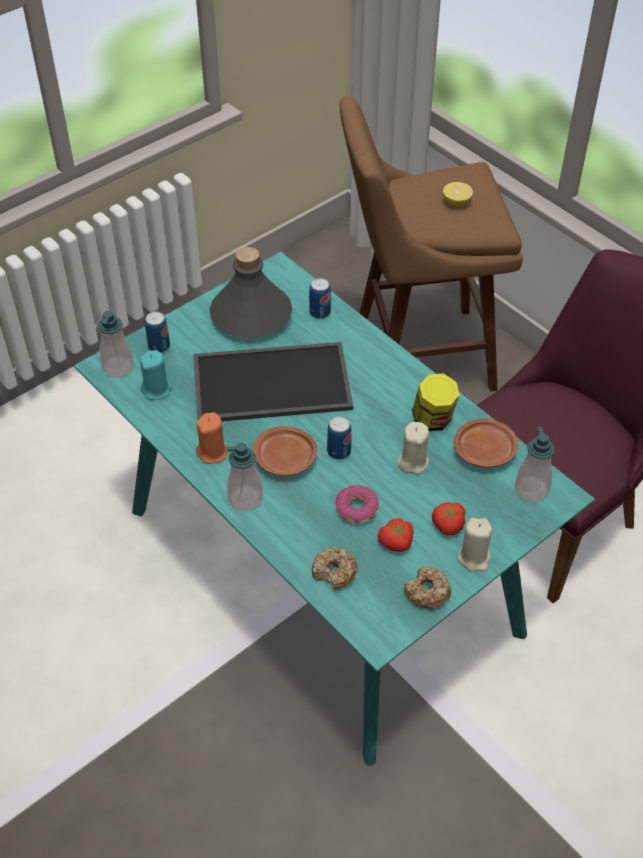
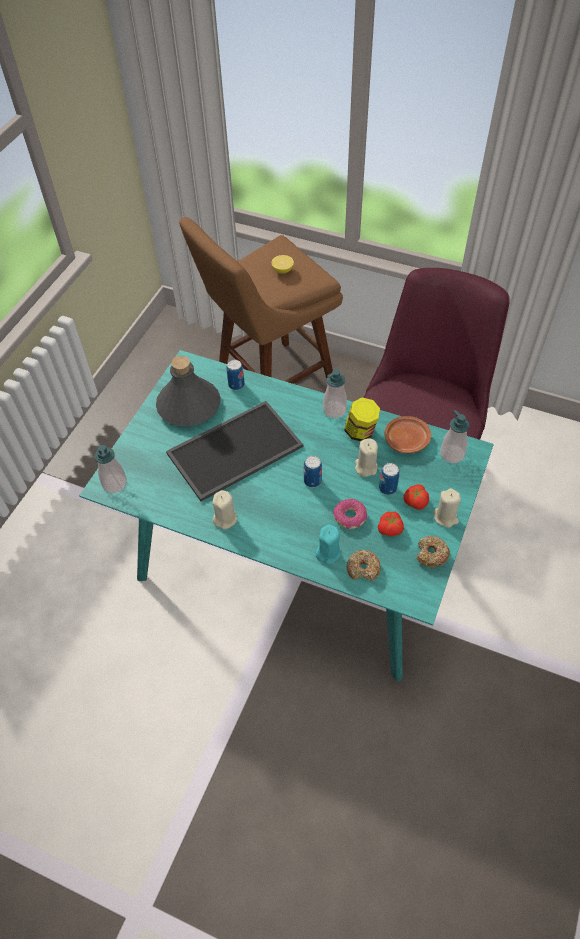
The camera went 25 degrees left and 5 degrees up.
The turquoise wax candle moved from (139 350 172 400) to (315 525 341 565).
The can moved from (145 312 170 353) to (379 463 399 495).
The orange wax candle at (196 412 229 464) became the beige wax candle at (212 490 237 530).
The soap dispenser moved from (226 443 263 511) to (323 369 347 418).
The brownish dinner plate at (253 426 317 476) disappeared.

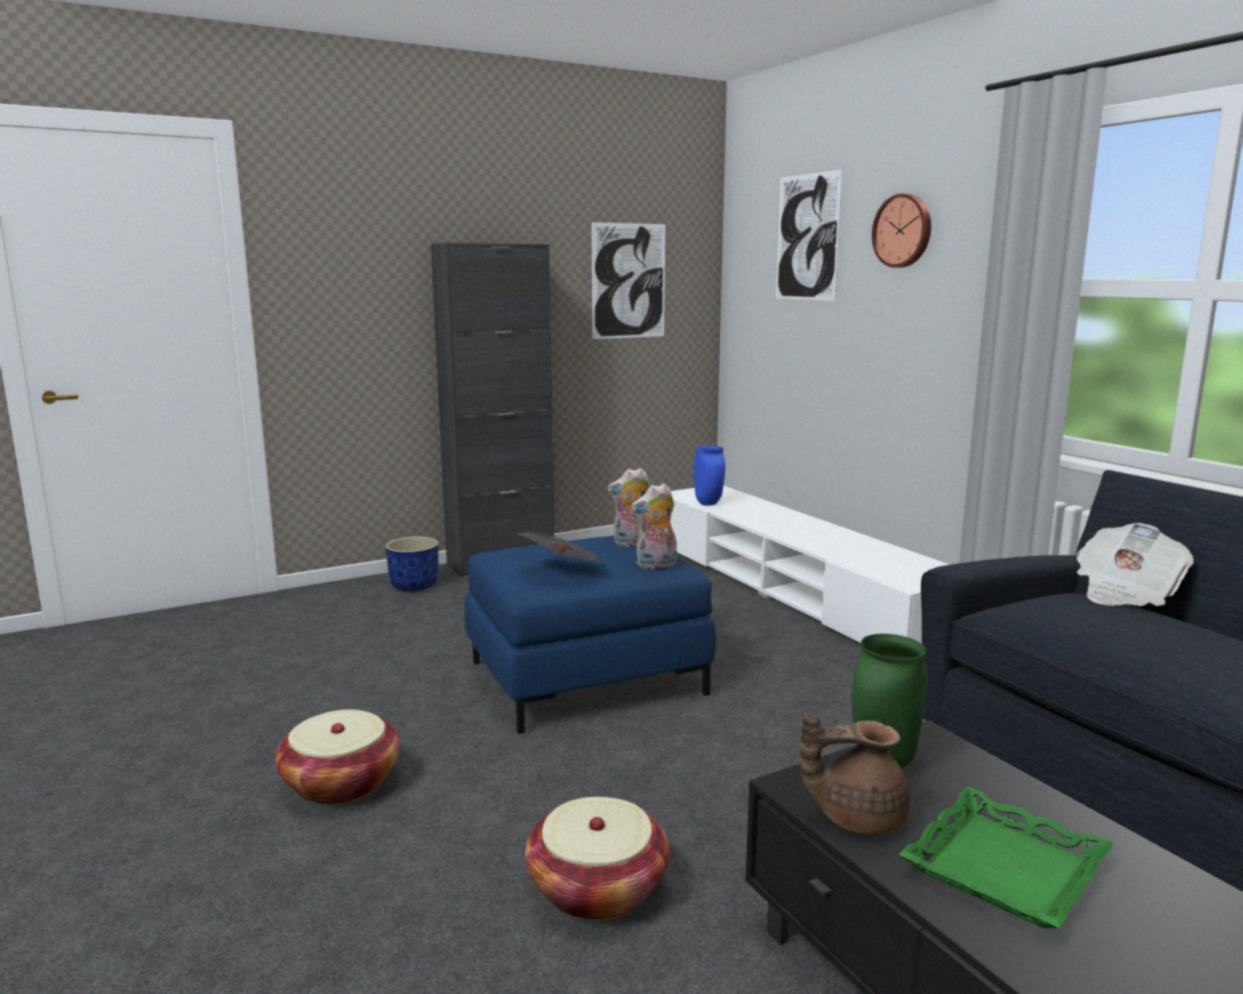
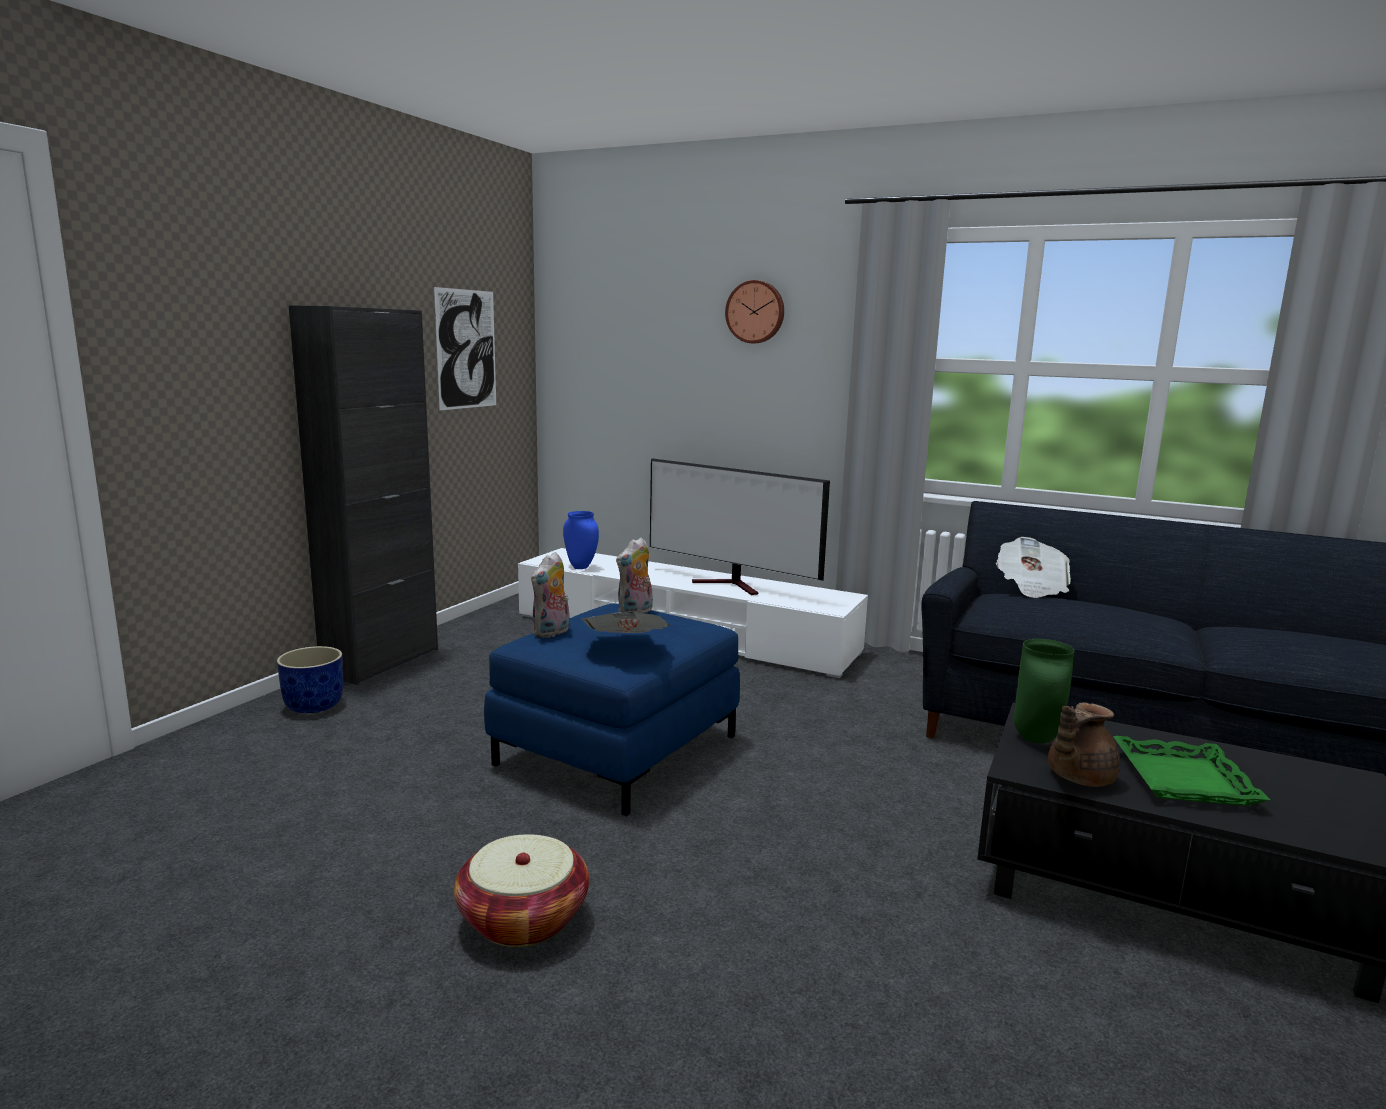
The camera went 35 degrees left and 0 degrees up.
The storage basket at (525 797 669 921) disappeared.
The cuddly toy moved from (631 483 677 569) to (531 552 570 638).
The picture at (776 170 842 301) disappeared.
The TV set at (650 458 830 595) appeared.

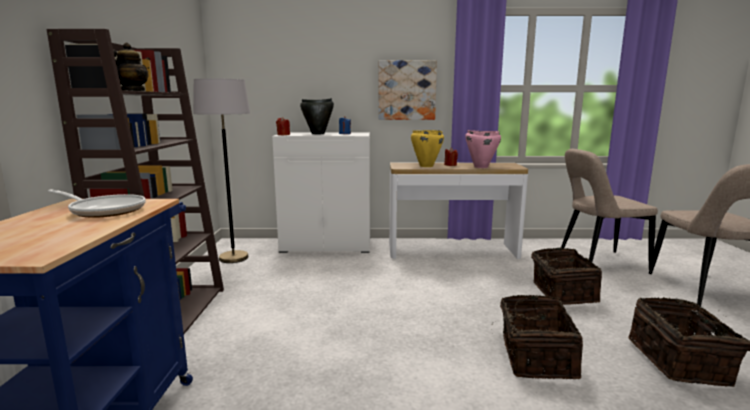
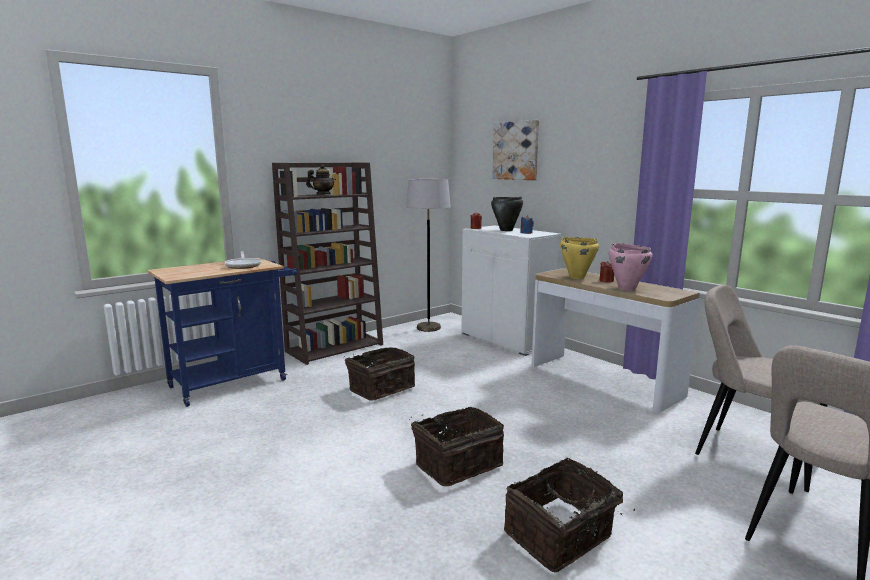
The camera went 50 degrees right and 0 degrees up.
The picture moved from (378 60 437 120) to (492 120 539 180).
The storage basket moved from (531 247 602 305) to (344 347 415 401).

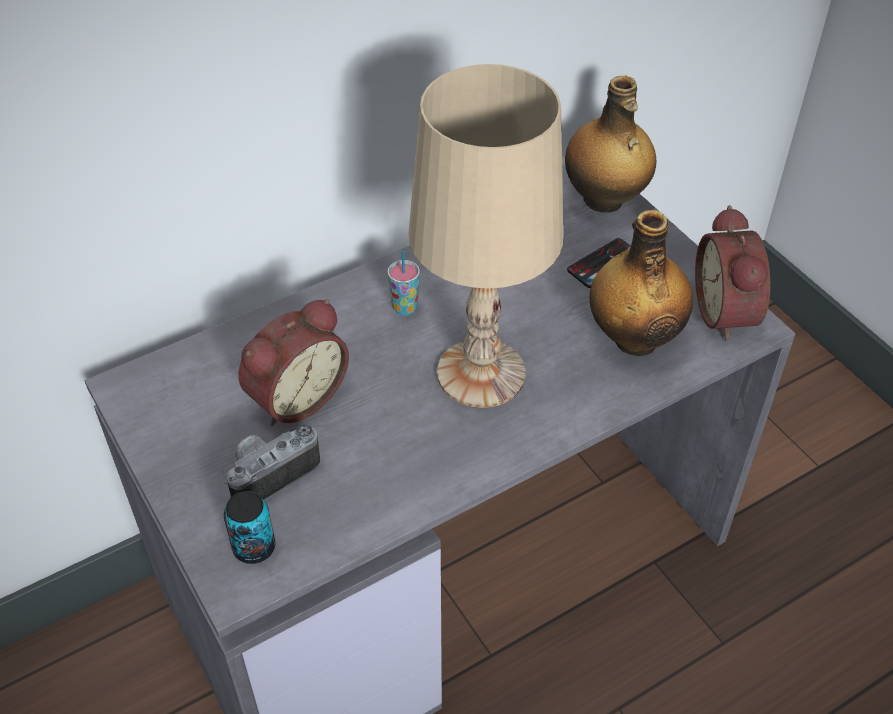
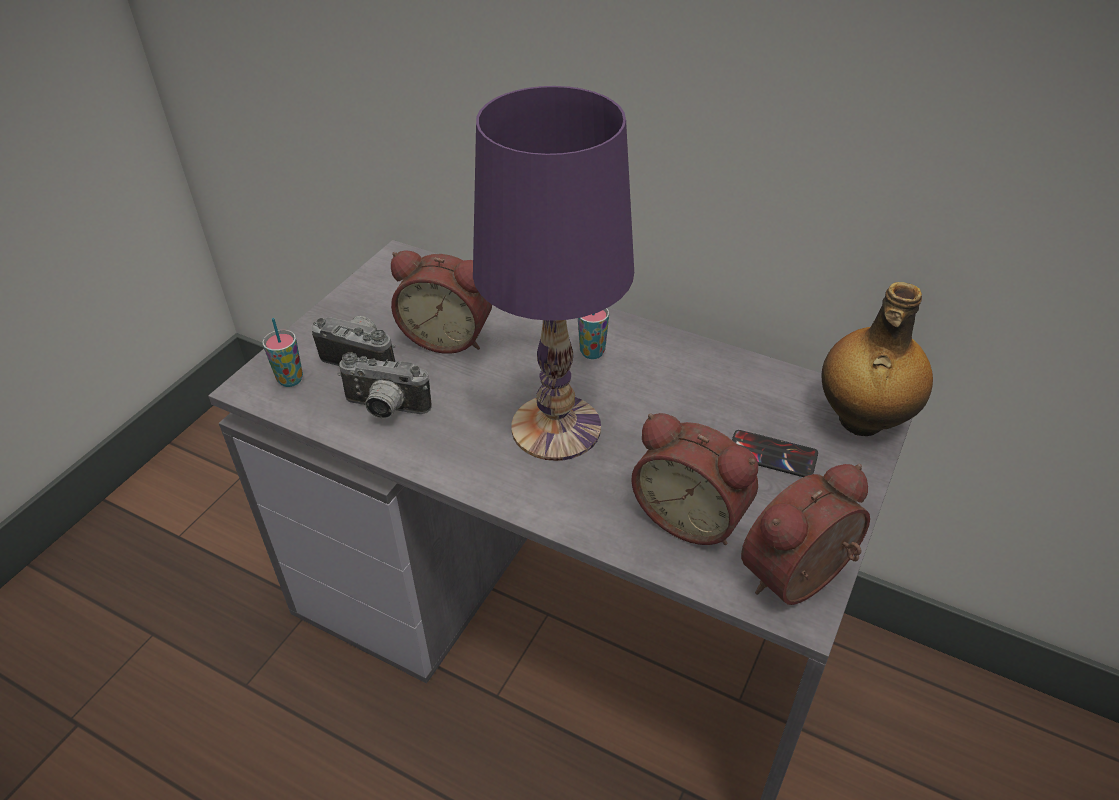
The camera went 60 degrees right and 5 degrees down.
The can at (224 491 275 564) was replaced by the small cup at (262 318 303 387).
The beige tabletop lamp at (408 64 564 408) became the purple-coloured tabletop lamp at (473 86 634 461).
The bottle at (589 210 693 356) was replaced by the bedside clock at (631 413 758 545).
The photo camera at (338 352 432 419) appeared.

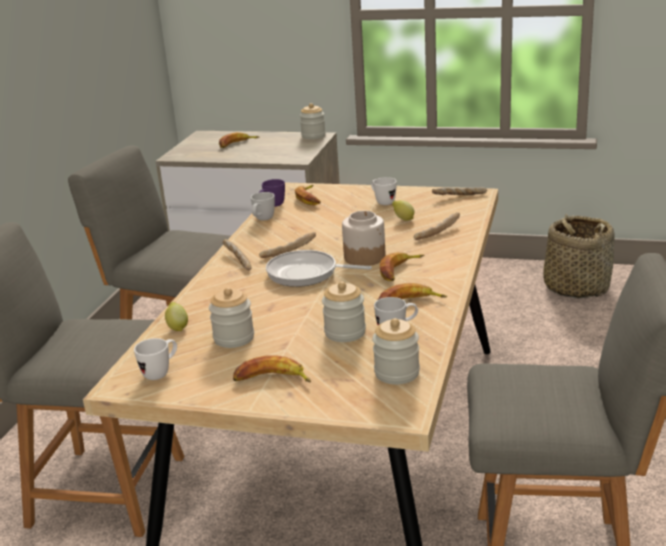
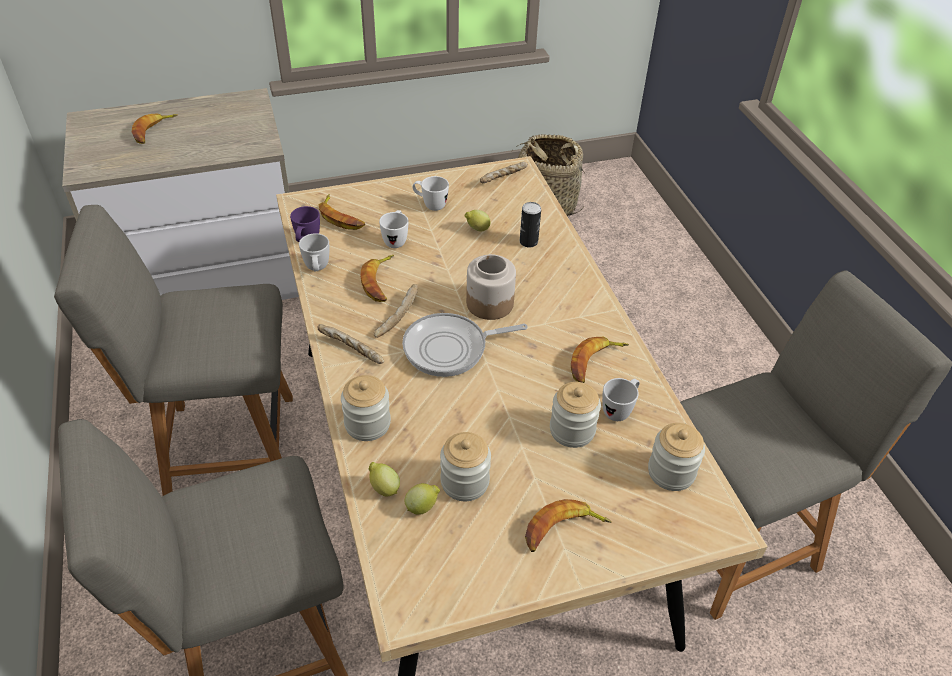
The camera went 35 degrees left and 20 degrees up.
The white-coloured tea mug moved from (134 338 177 380) to (379 210 409 248).
The jar moved from (300 103 326 139) to (341 375 391 441).
The whole banana moved from (380 252 425 281) to (361 255 394 302).
The bakery bread at (413 212 460 240) was replaced by the can at (520 202 541 247).
The lemon at (405 483 440 515) appeared.

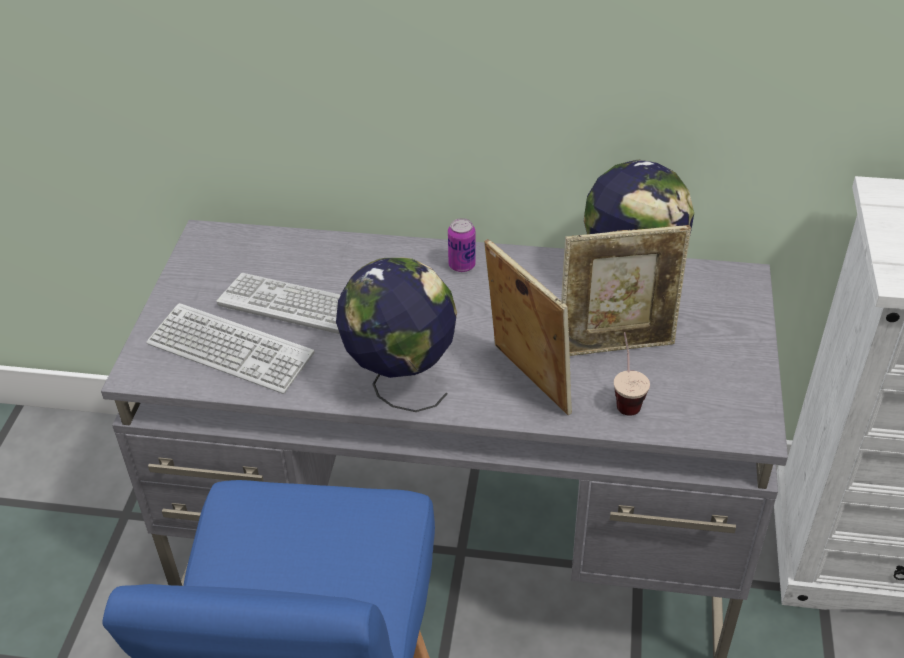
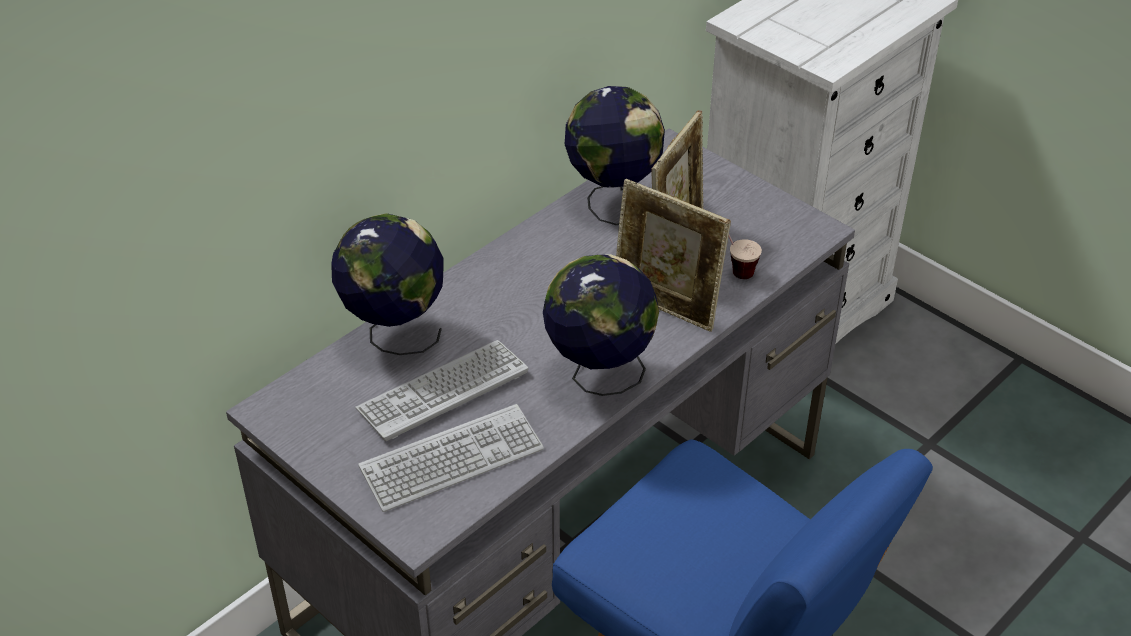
The camera went 55 degrees left and 0 degrees up.
The can at (448 218 476 272) disappeared.
The picture frame at (484 239 572 415) turned 150 degrees counterclockwise.
The world globe at (331 213 444 355) appeared.

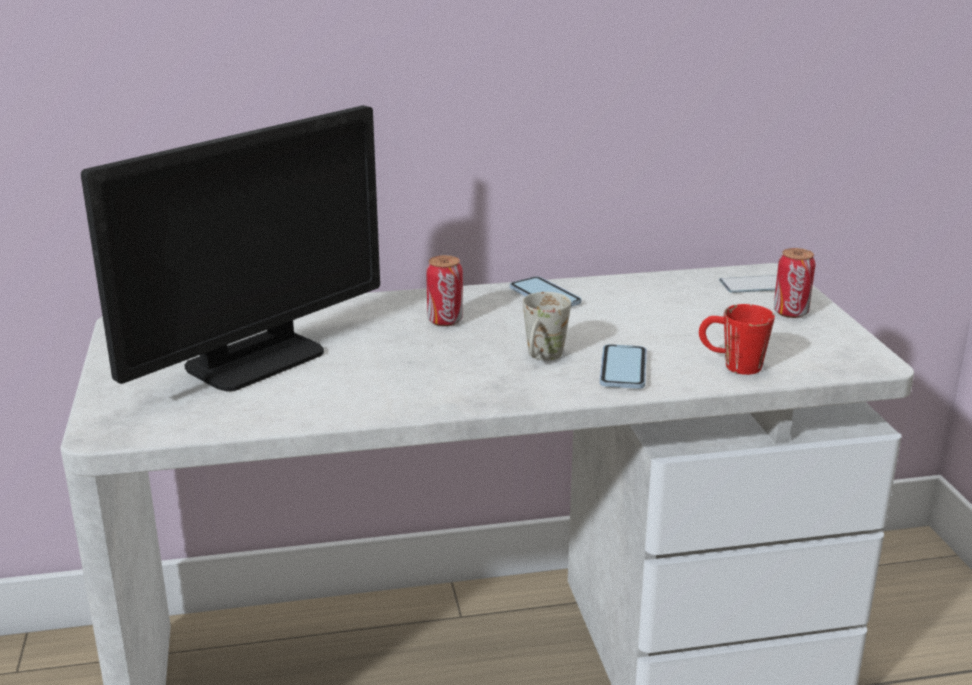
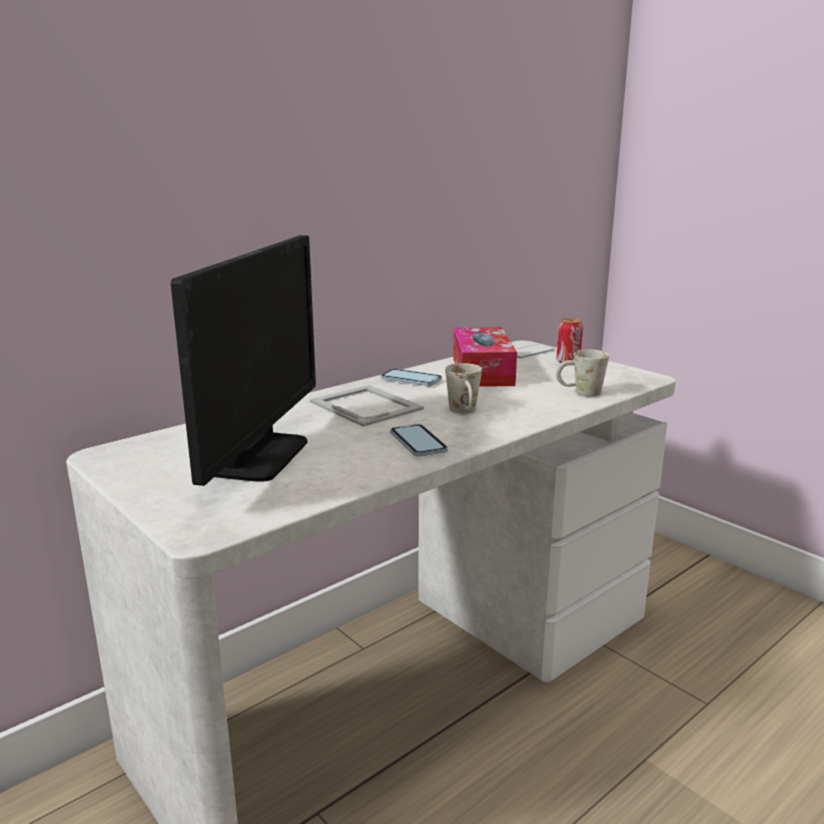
The camera went 30 degrees left and 5 degrees down.
The can at (426 255 463 326) was replaced by the picture frame at (310 385 424 427).
The telephone moved from (600 344 646 389) to (390 424 448 456).
The reddish tea mug at (699 304 775 375) became the white-coloured tea mug at (556 349 609 397).
The tissue holder at (453 327 517 387) appeared.

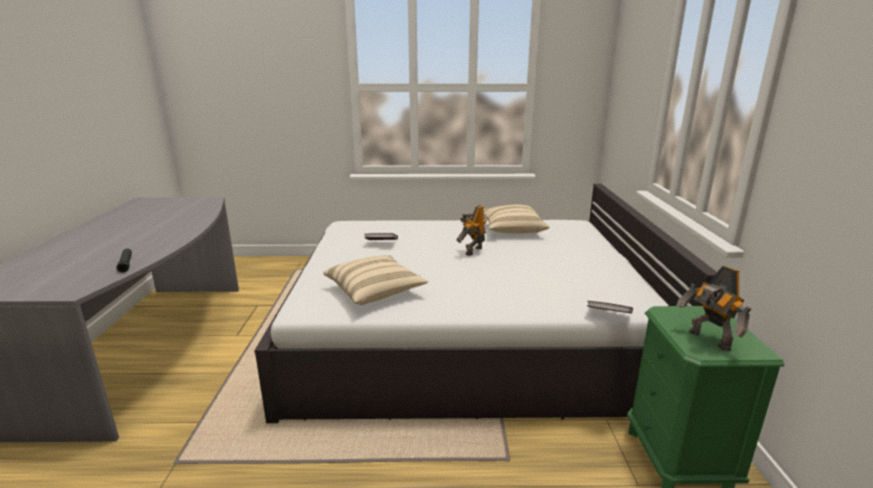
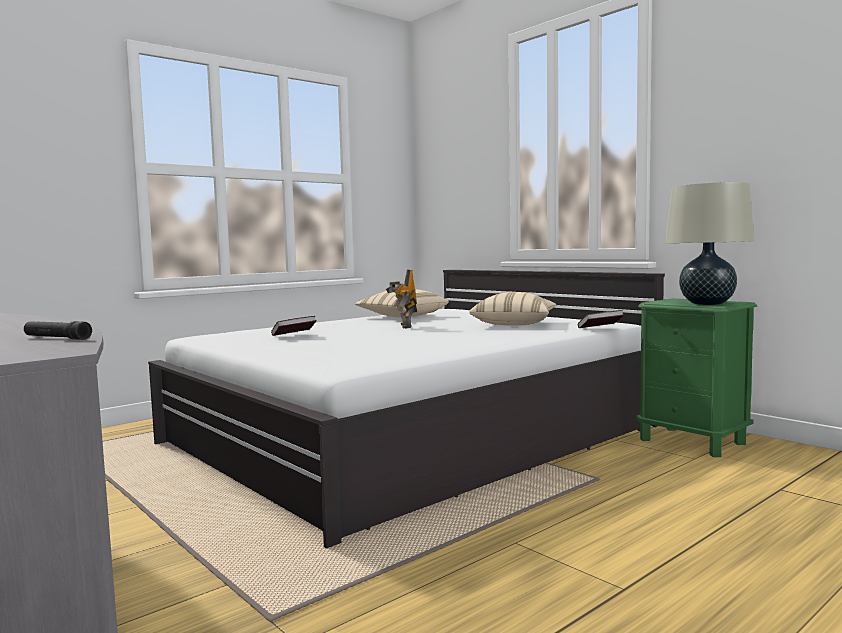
The camera went 40 degrees left and 15 degrees down.
The beige pillow moved from (323 256 428 305) to (469 292 557 326).
The toy robot at (676 266 751 351) was replaced by the beige tabletop lamp at (665 182 754 305).

